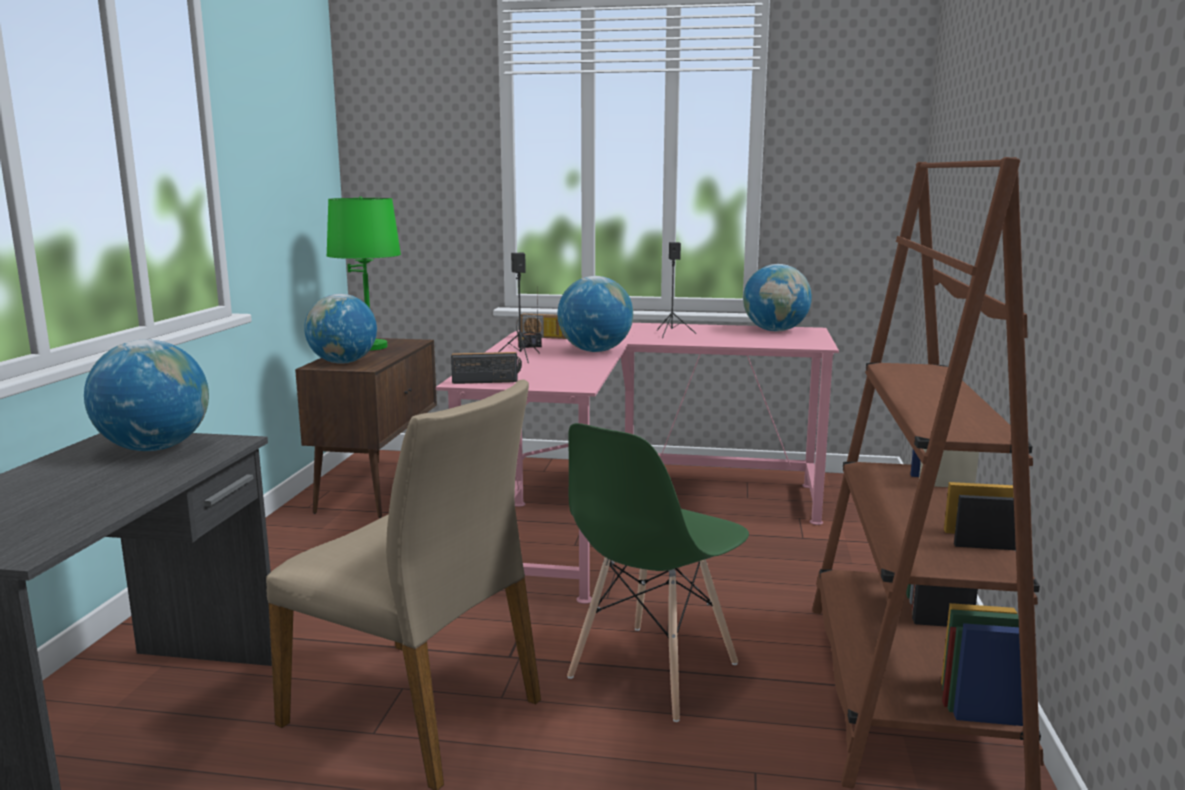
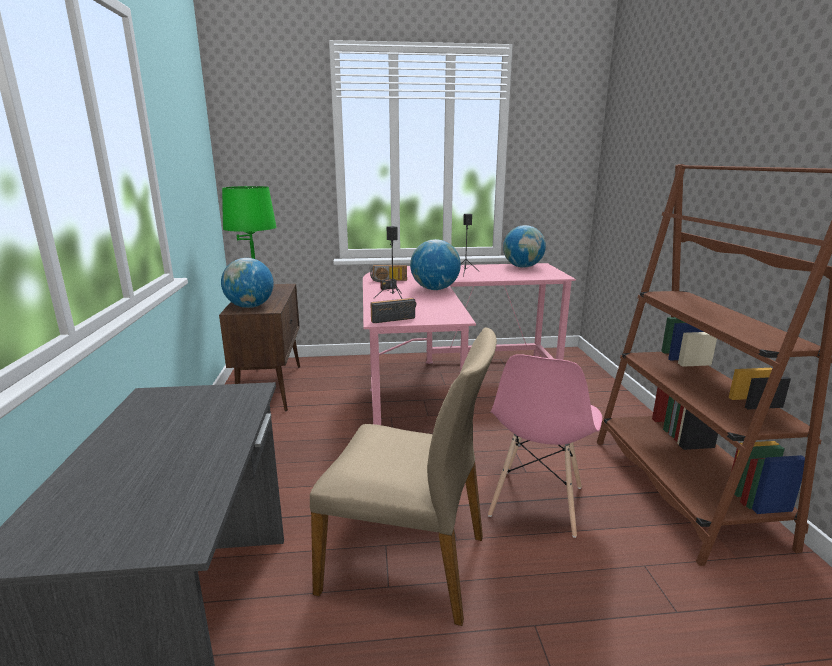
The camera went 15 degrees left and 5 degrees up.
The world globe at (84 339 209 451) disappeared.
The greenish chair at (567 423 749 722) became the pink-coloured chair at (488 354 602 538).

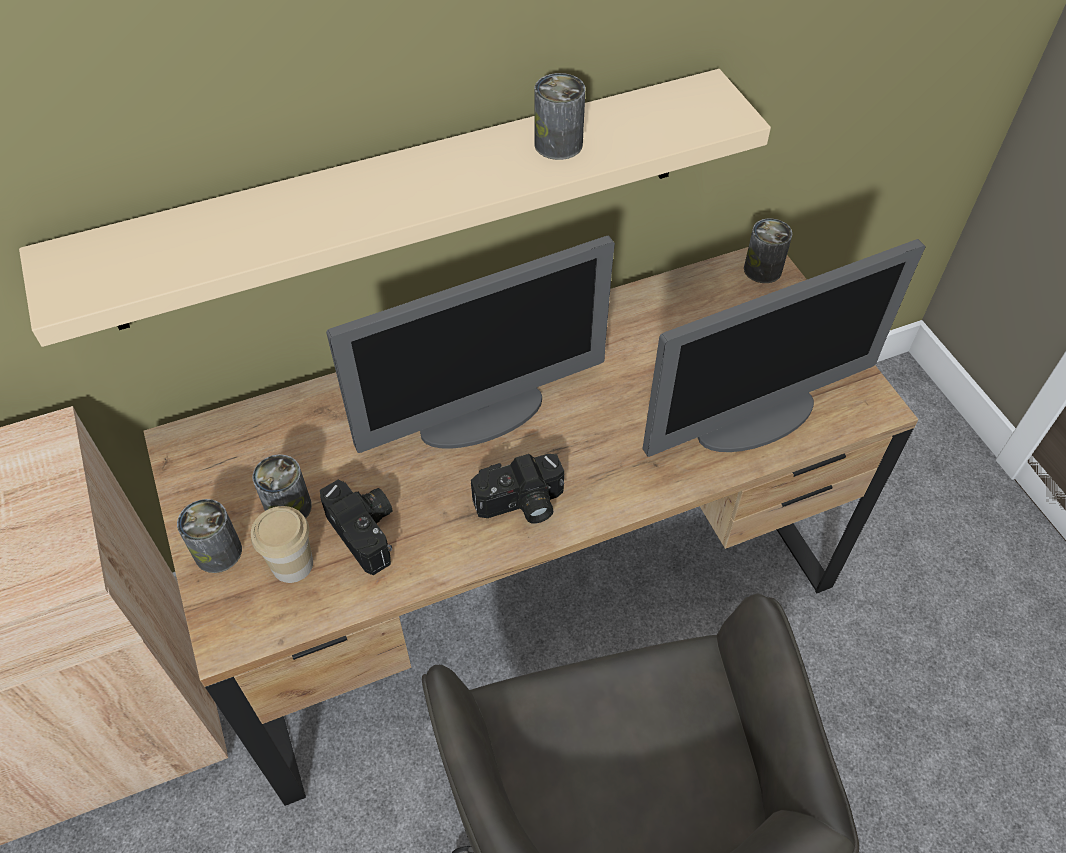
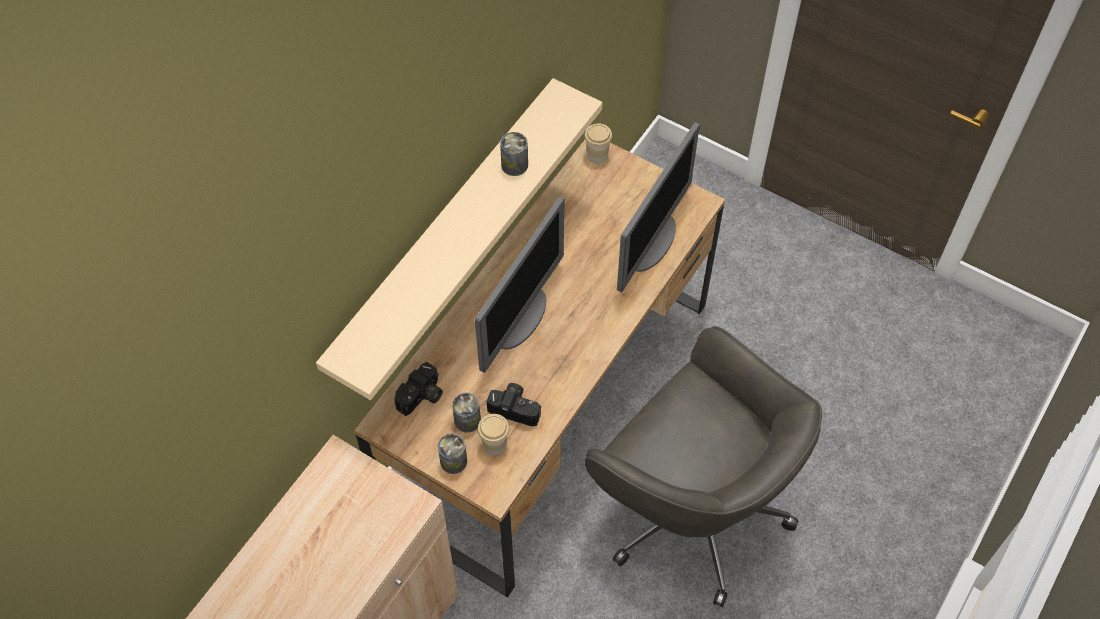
The camera went 35 degrees left and 5 degrees up.
The photo camera moved from (471 454 564 524) to (394 362 443 416).
The can at (744 219 792 283) was replaced by the small cup at (585 124 612 164).

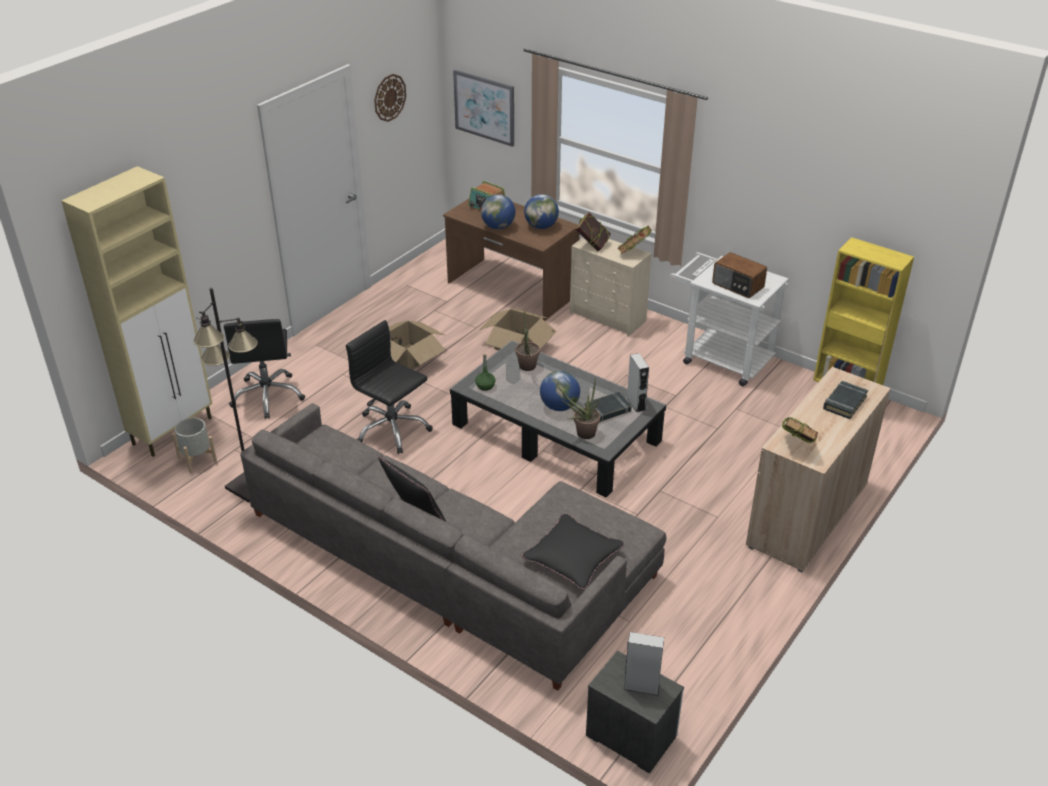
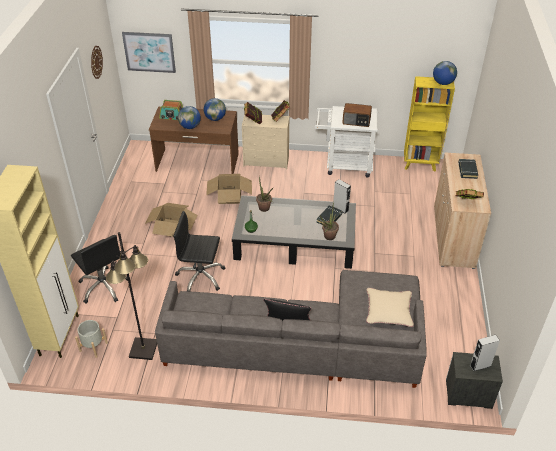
The camera went 30 degrees left and 5 degrees up.
The blackish pillow at (522 513 625 590) became the beige pillow at (366 288 414 327).
The world globe moved from (540 371 580 411) to (433 61 457 85).

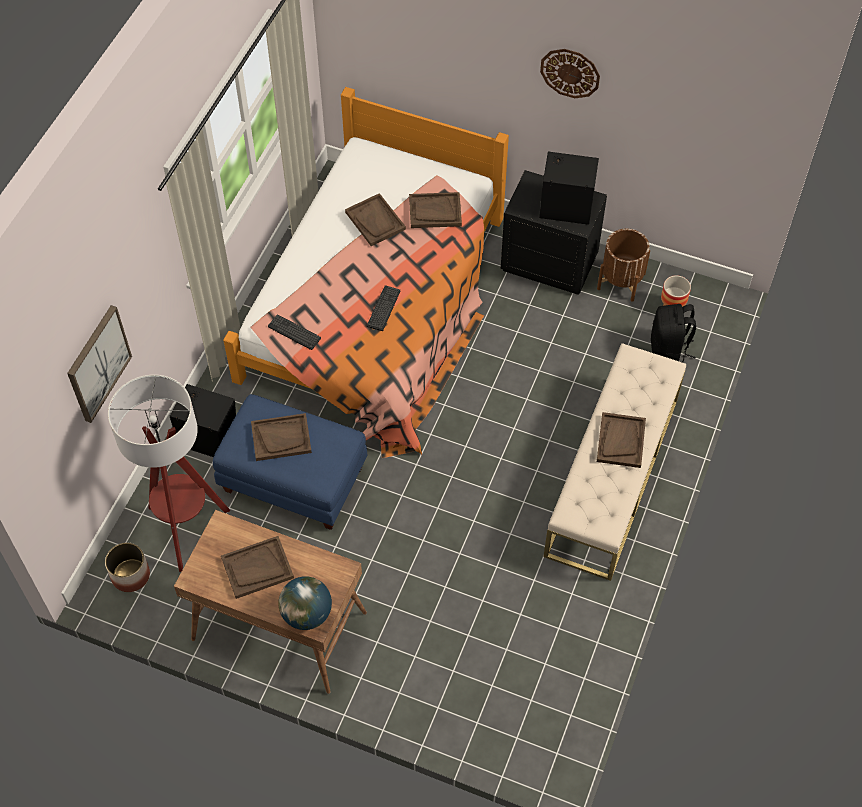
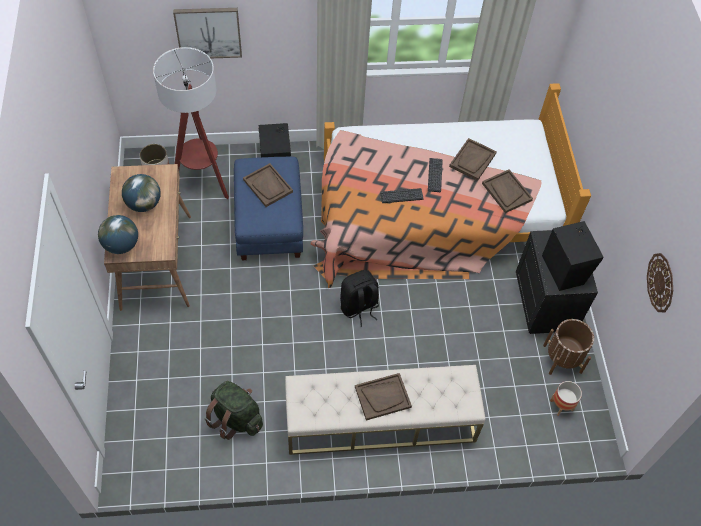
The camera went 60 degrees right and 0 degrees up.
The brownish tray at (221 536 294 599) was replaced by the world globe at (122 174 161 212).
The PC keyboard moved from (268 315 321 350) to (428 158 443 192).
The hanging clock moved from (540 49 600 98) to (647 253 673 312).
The blackish knapsack moved from (651 304 696 363) to (340 270 379 327).
The greenish knapsack at (205 381 263 440) appeared.

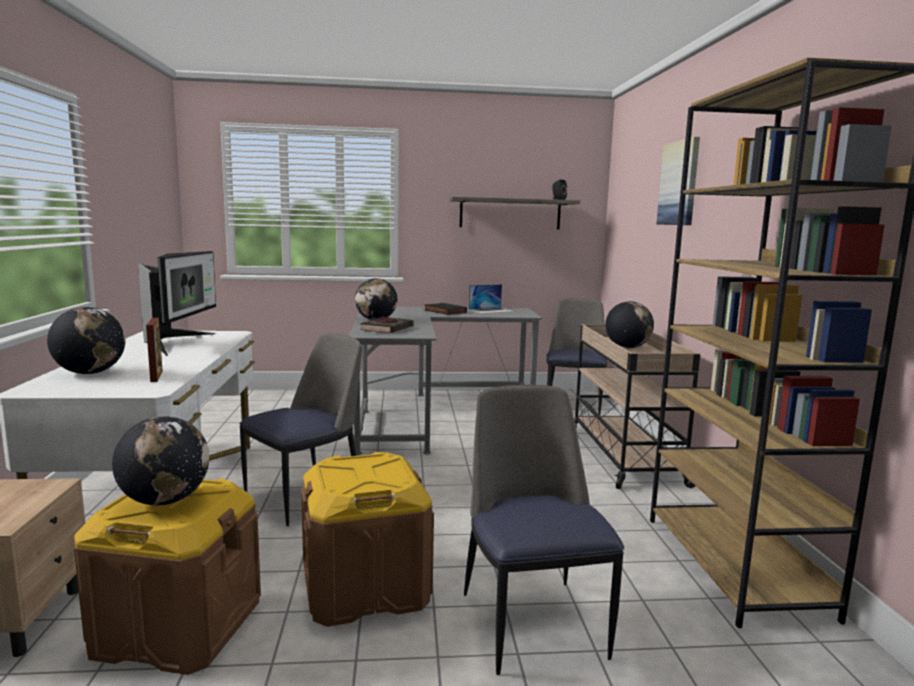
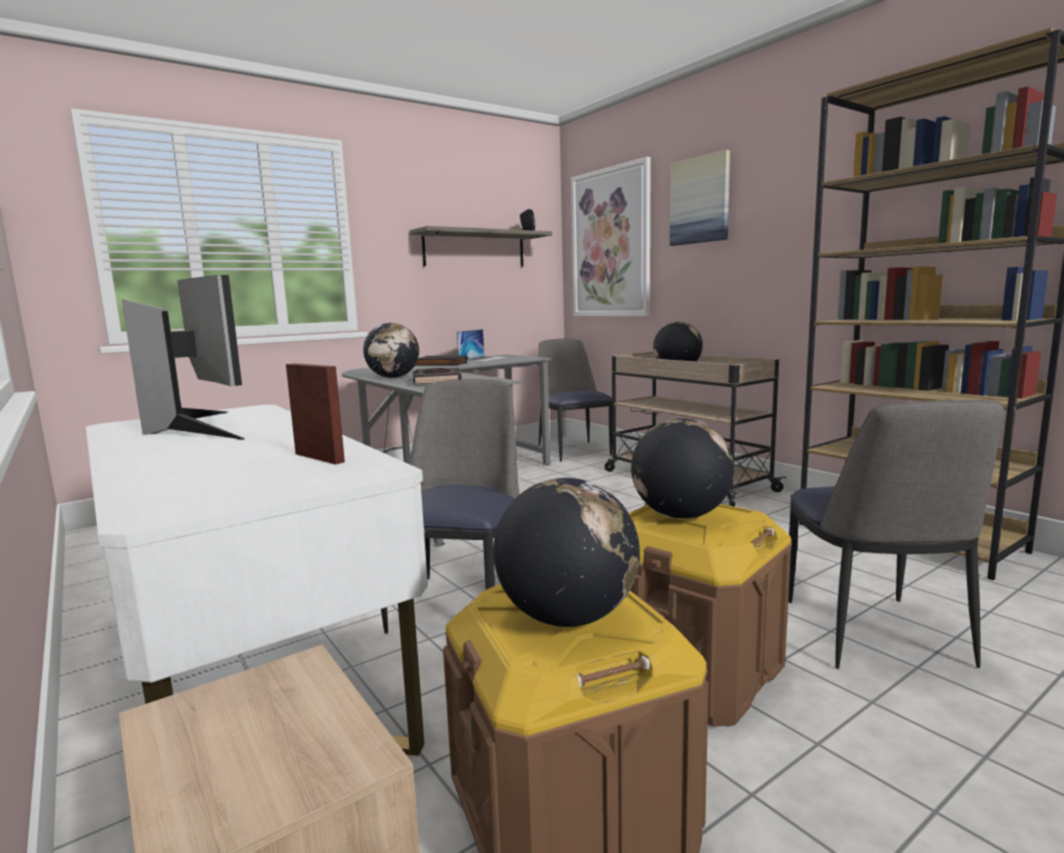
The camera went 30 degrees left and 0 degrees up.
The world globe moved from (47 307 126 374) to (631 418 734 519).
The chair at (464 385 624 675) turned 135 degrees counterclockwise.
The picture at (571 157 651 316) appeared.

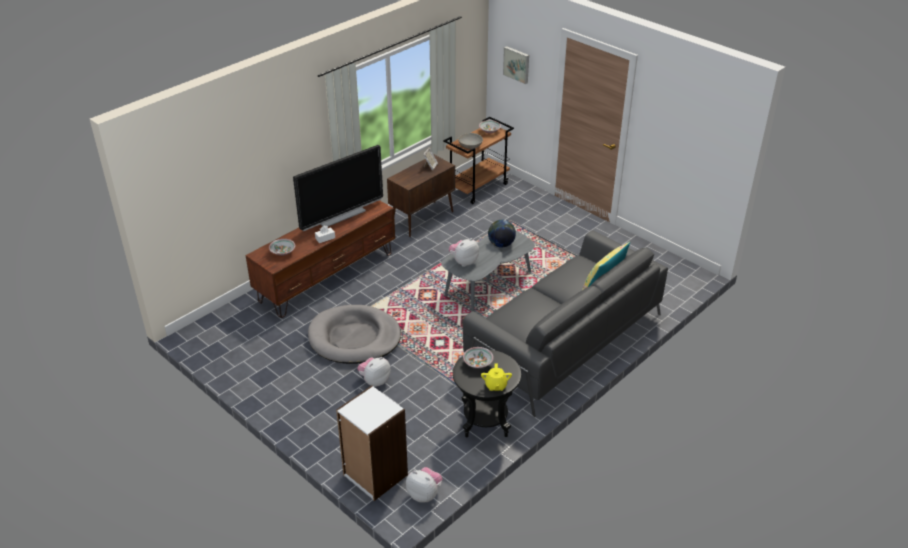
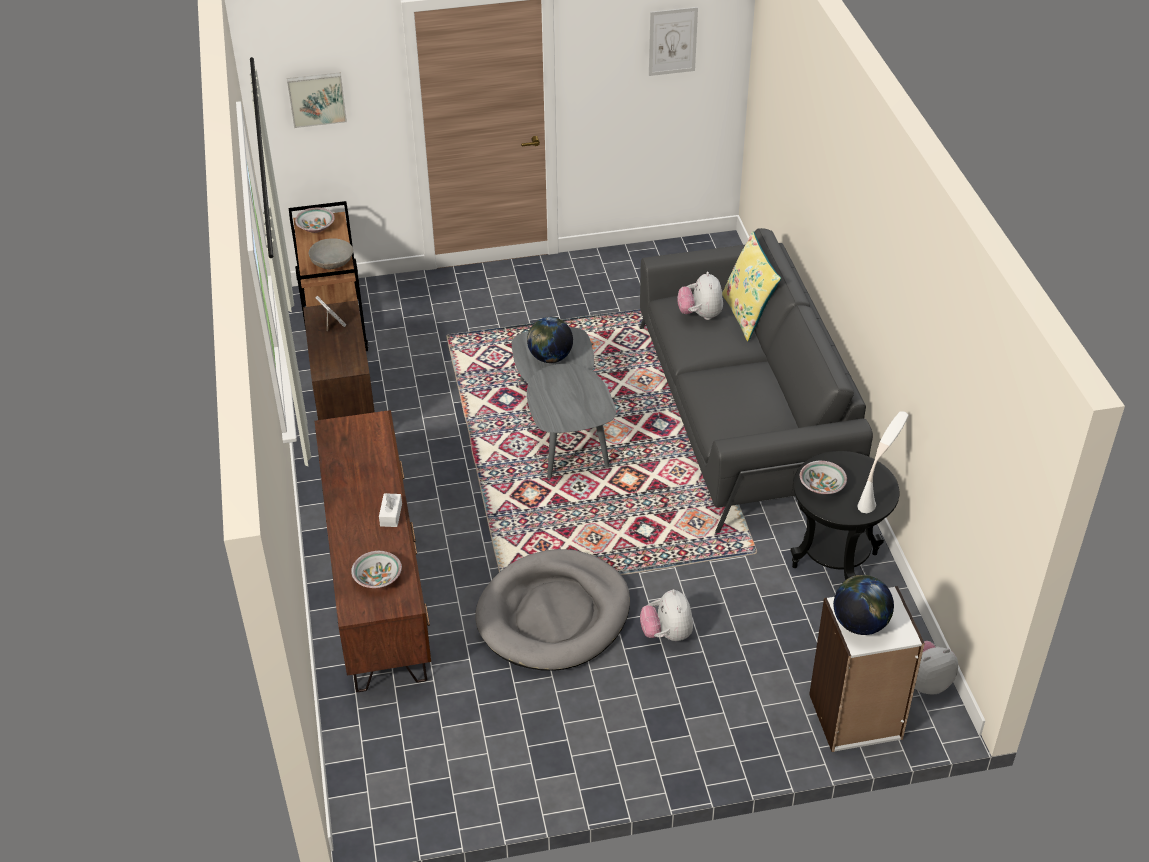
The camera went 55 degrees left and 5 degrees up.
The TV set at (293 145 383 231) disappeared.
The cuddly toy moved from (449 238 479 267) to (677 272 723 320).
The yellow teapot at (481 363 512 391) was replaced by the white-coloured tabletop lamp at (857 411 909 513).
The picture at (649 7 698 76) appeared.
The world globe at (833 575 894 635) appeared.

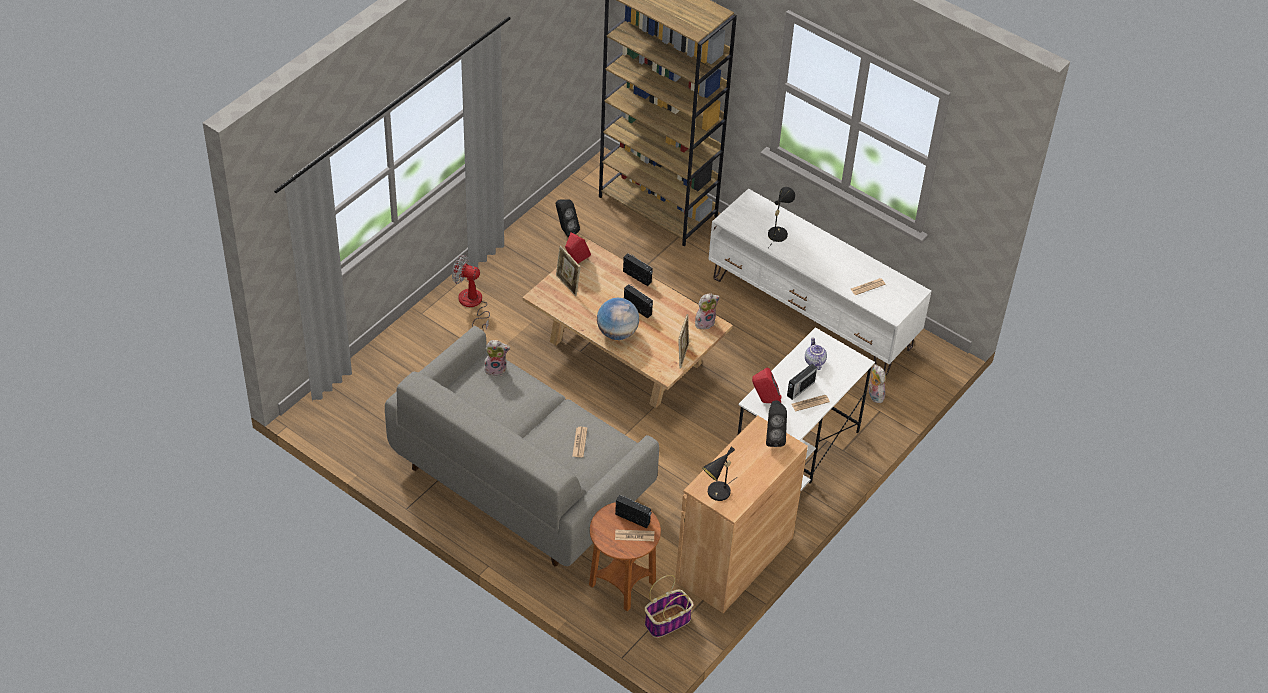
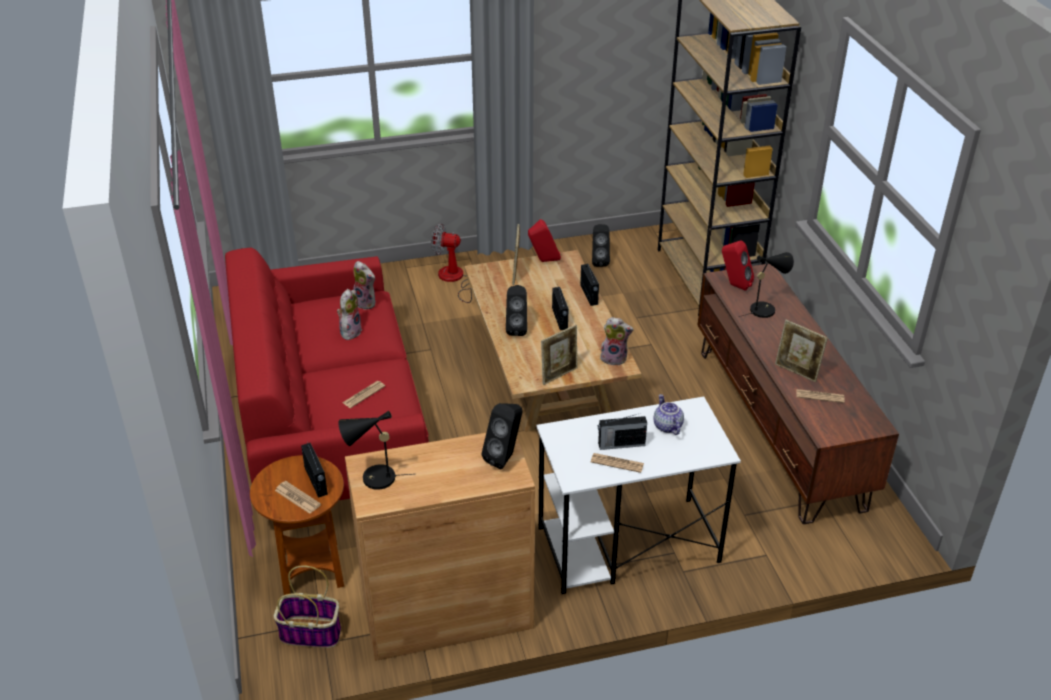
The camera went 40 degrees right and 10 degrees down.
The grey sofa at (385 326 659 567) became the reddish sofa at (225 248 429 500).
The fan at (452 255 490 330) turned 45 degrees counterclockwise.
The world globe at (597 298 639 340) was replaced by the blackish loudspeaker at (506 285 527 336).
The white-coloured media console at (708 189 931 375) became the brownish media console at (697 264 899 524).
The reddish loudspeaker moved from (752 368 782 403) to (722 240 754 291).
The teapot at (805 337 827 370) turned 45 degrees counterclockwise.
The cuddly toy moved from (868 364 886 403) to (337 289 362 340).
The picture frame at (775 320 828 382) appeared.

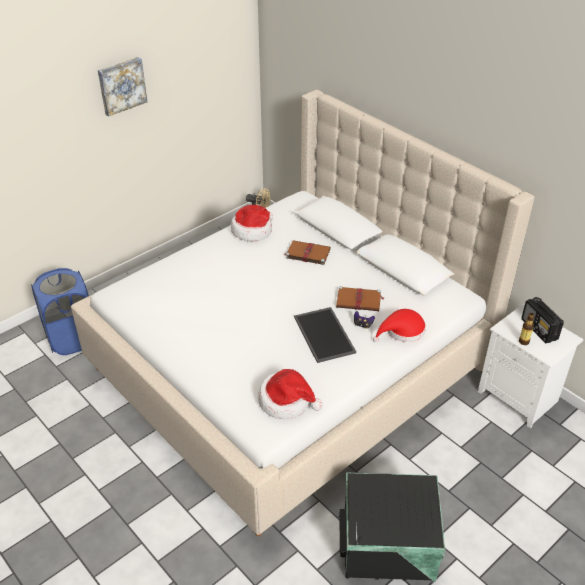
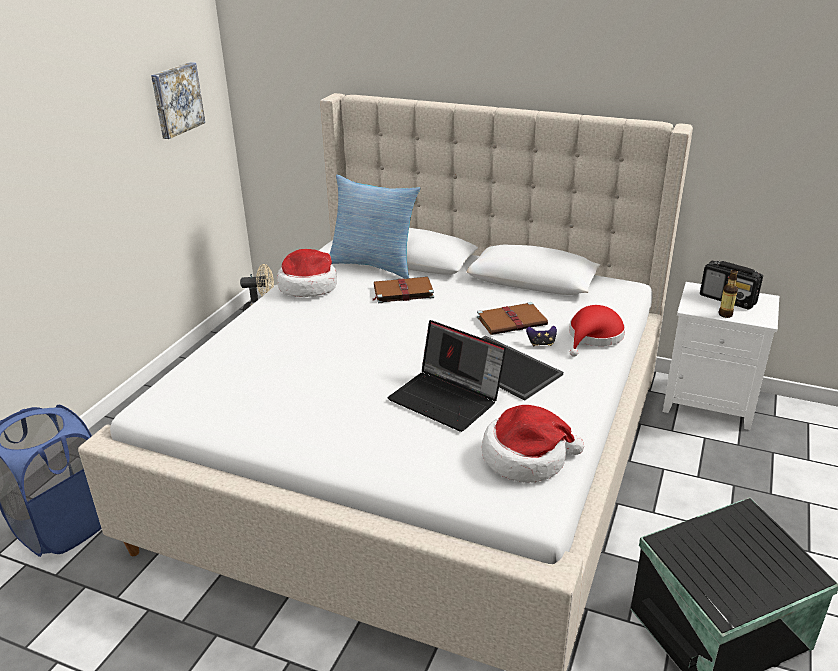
The camera went 25 degrees left and 10 degrees down.
The picture moved from (98 57 147 117) to (151 62 205 139).
The pillow at (329 175 421 279) appeared.
The laptop at (388 320 506 432) appeared.

